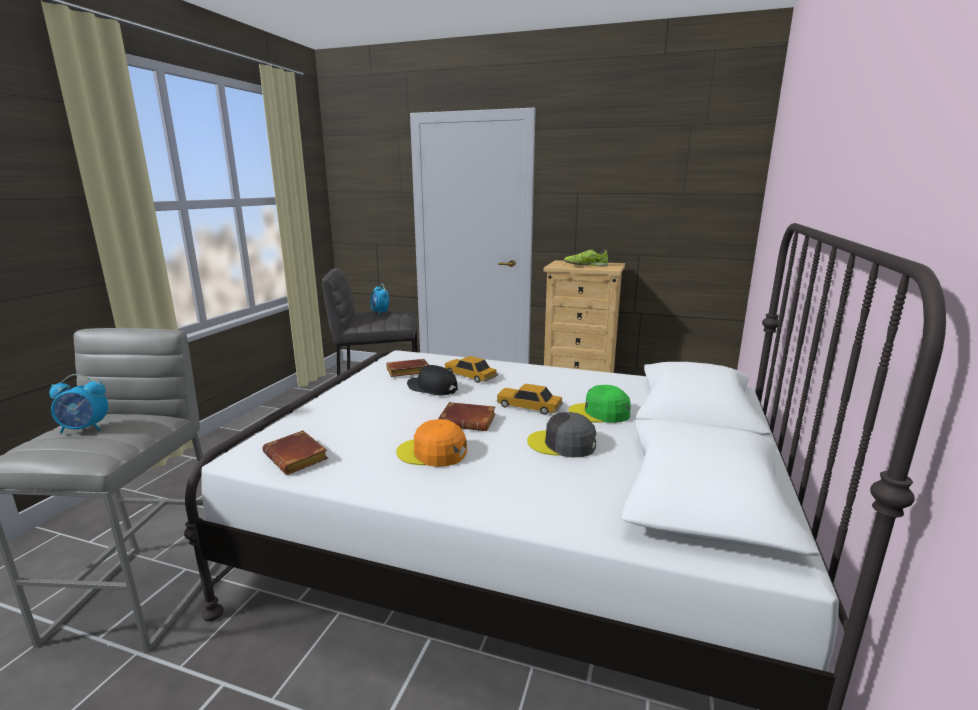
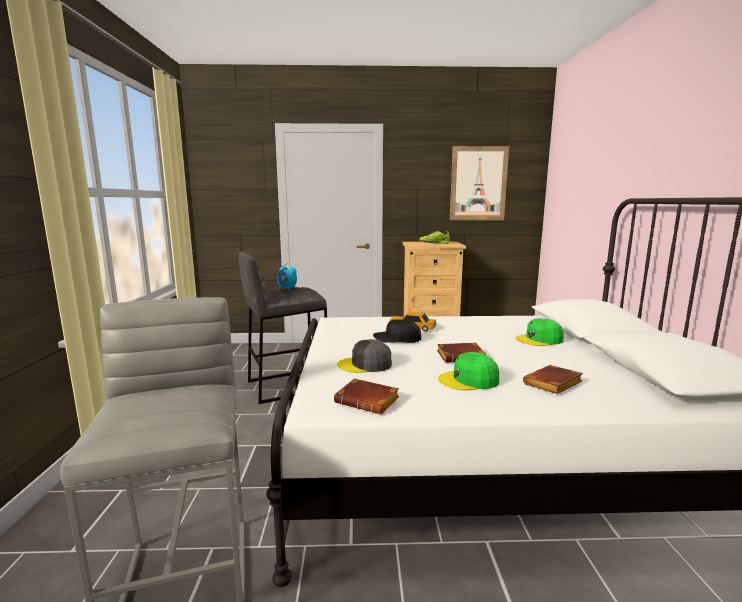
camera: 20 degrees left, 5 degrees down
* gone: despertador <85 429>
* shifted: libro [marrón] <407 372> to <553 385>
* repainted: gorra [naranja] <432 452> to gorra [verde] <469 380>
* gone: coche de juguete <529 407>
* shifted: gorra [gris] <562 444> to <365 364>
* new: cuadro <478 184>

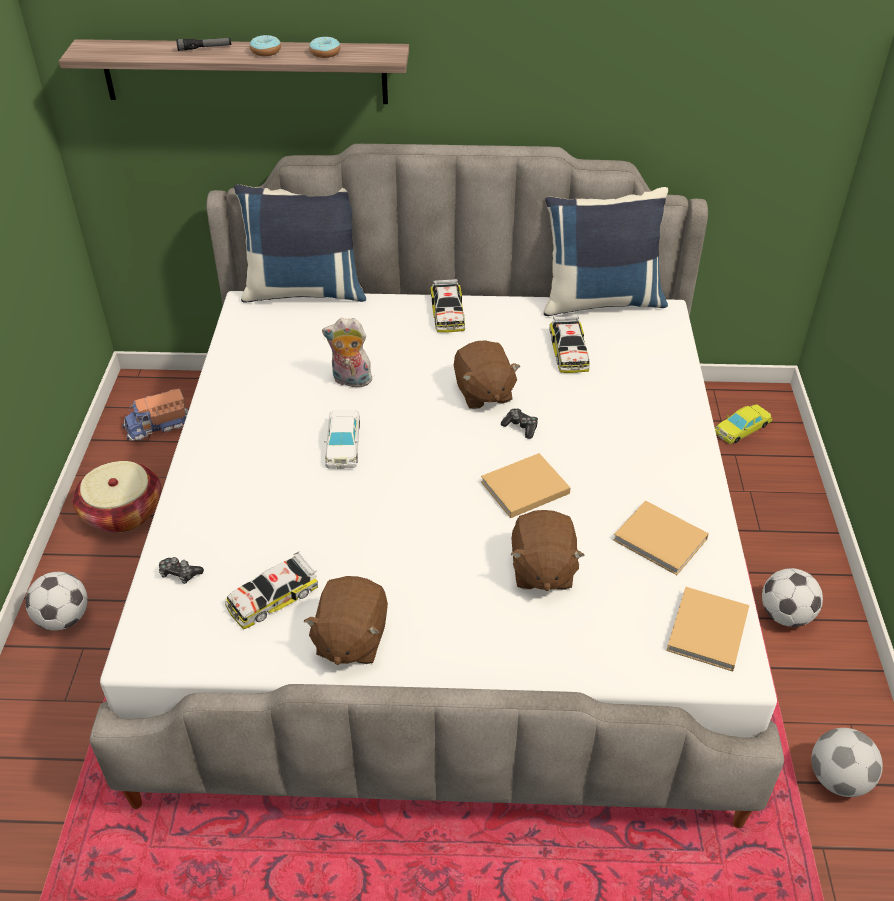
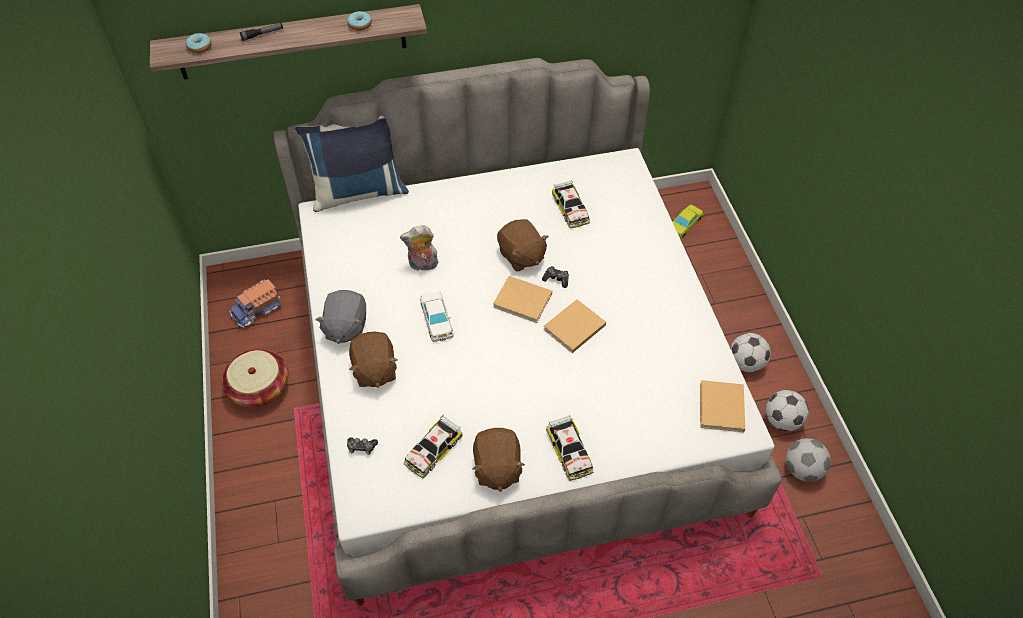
camera: 15 degrees left, 10 degrees up
* shifted: balón de fútbol <64 618> to <782 420>
* shifted: rosquilla <266 52> to <199 47>
* shifted: coche de juguete <448 313> to <569 451>
* shifted: peluche [marrón] <542 570> to <374 370>
* gone: cojín [azul] <601 300>
* shifted: libro [beis] <662 541> to <524 301>
* new: peluche [gris] <345 327>

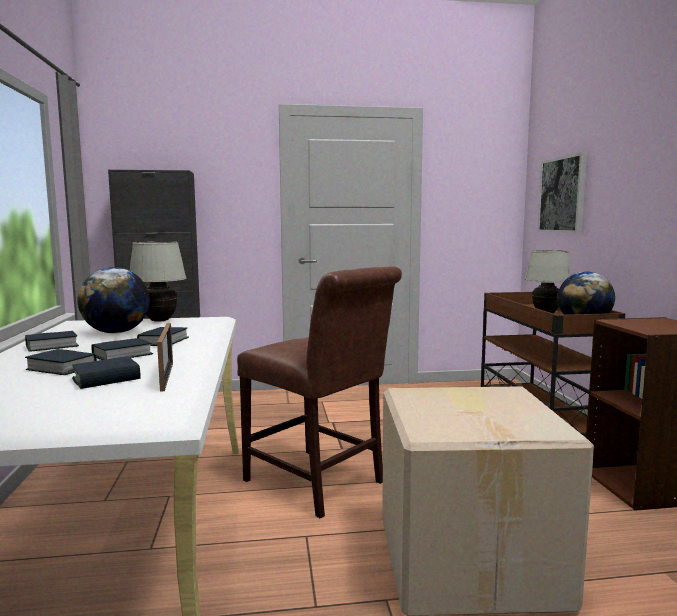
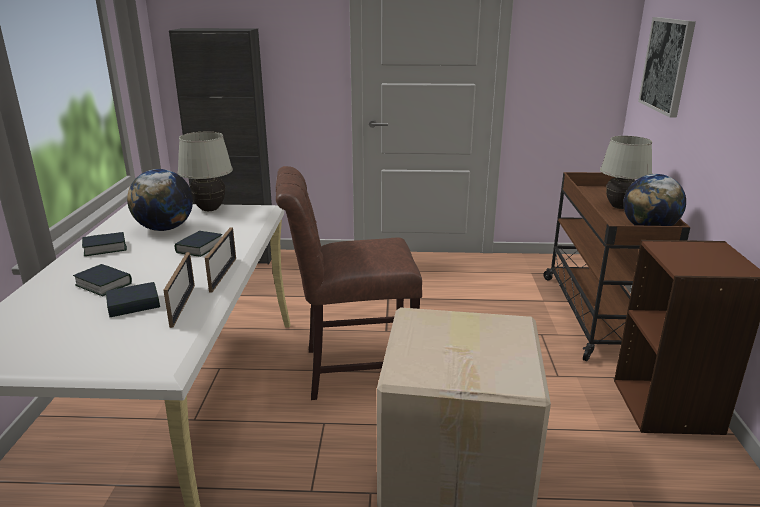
camera: 10 degrees right, 15 degrees up
* gone: libro <122 355>
* rotated: silla [marrón] <318 484> = <351 369> 120 degrees clockwise
* new: portarretratos <223 274>

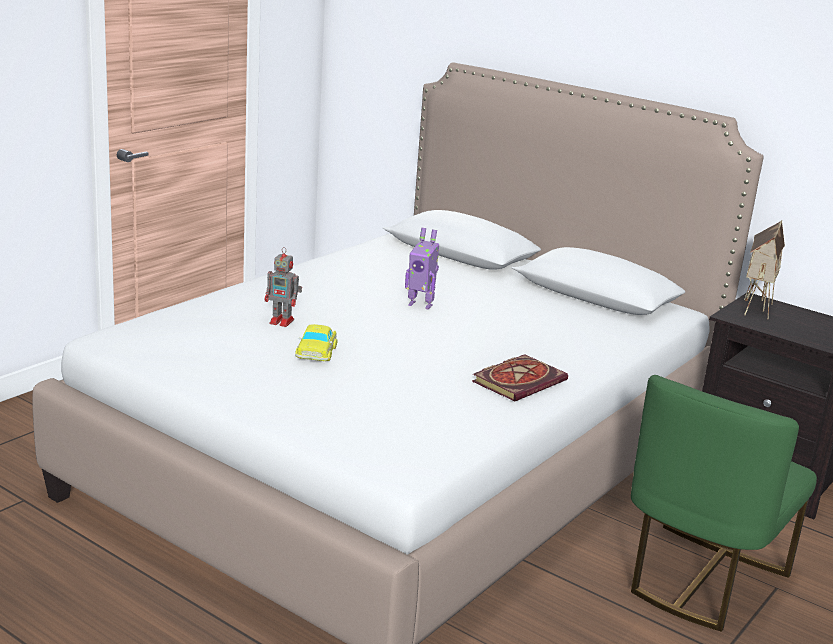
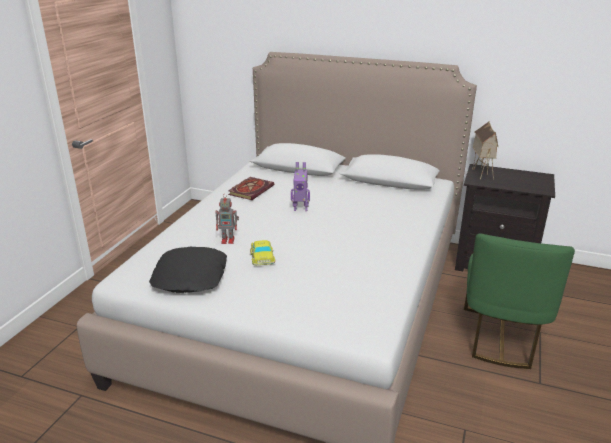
camera: 15 degrees left, 5 degrees up
* shifted: libro <519 380> to <251 190>
* new: cojín [negro] <191 277>

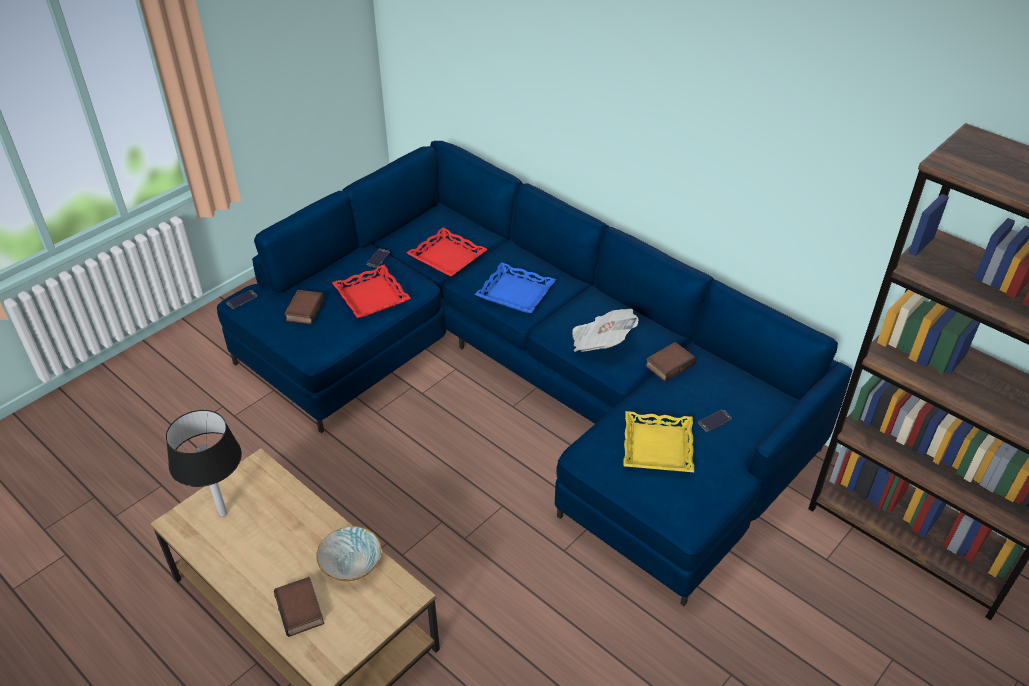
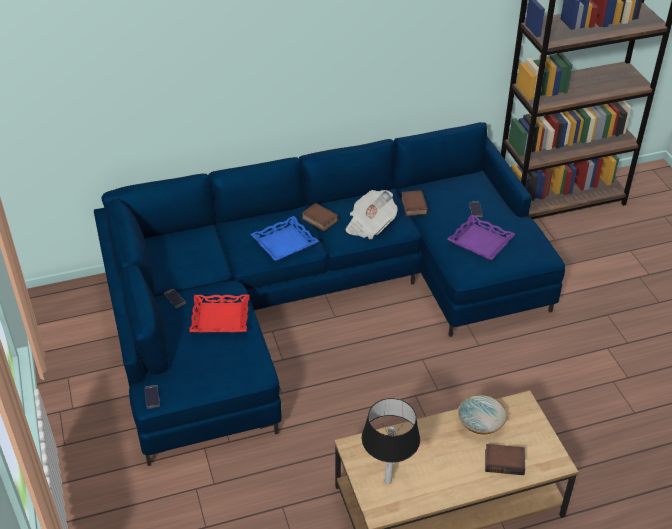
camera: 60 degrees left, 0 degrees up
* shifted: libro <304 310> to <319 220>
* gone: bandeja [rojo] <446 257>
* repainted: bandeja [amarillo] <657 447> to bandeja [morado] <480 242>

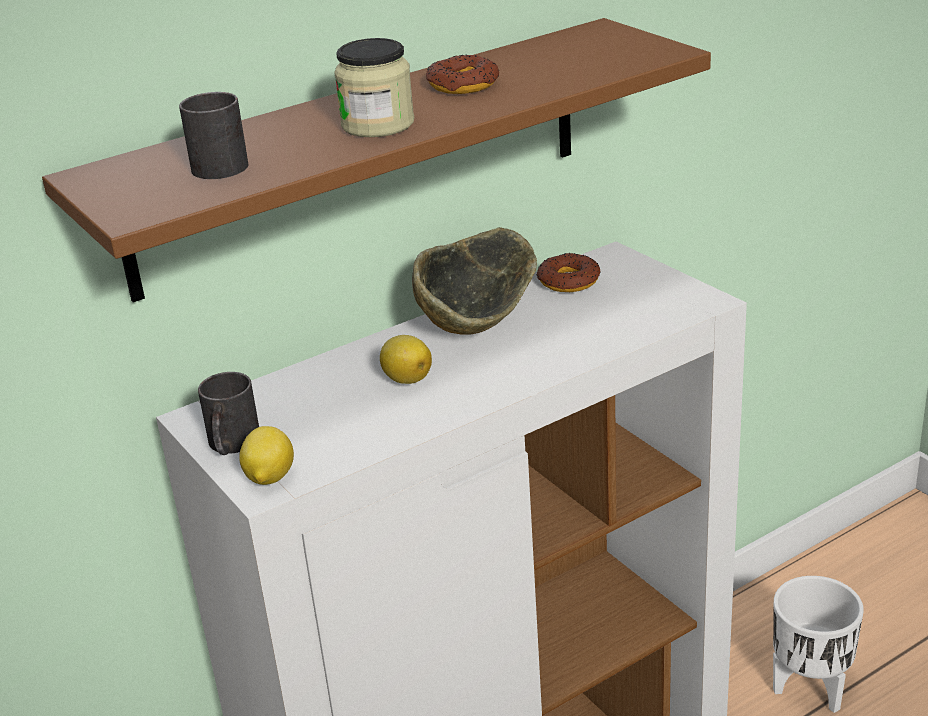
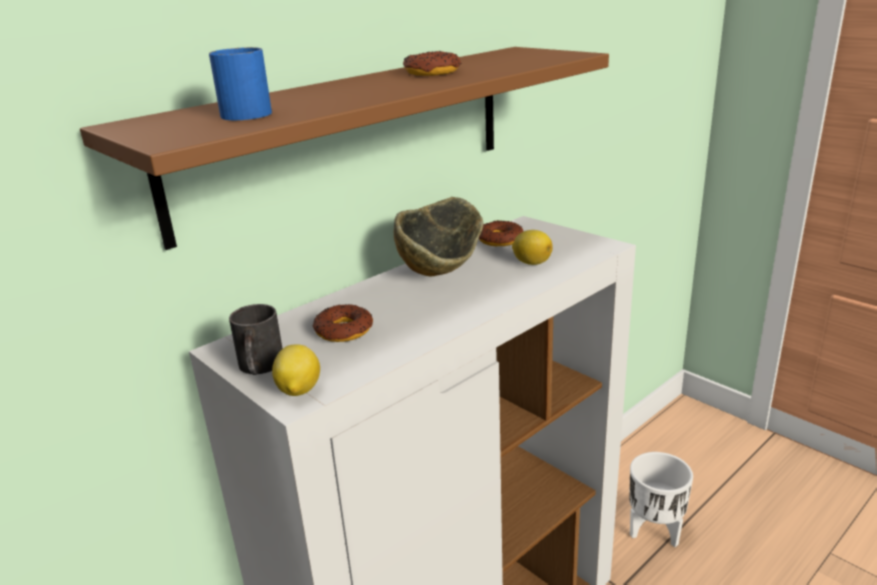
camera: 10 degrees left, 5 degrees down
* repainted: taza grande [negro] <218 163> to taza grande [azul] <243 112>
* gone: tarro <378 124>
* shifted: limón <406 378> to <531 262>
* new: rosquilla <343 330>

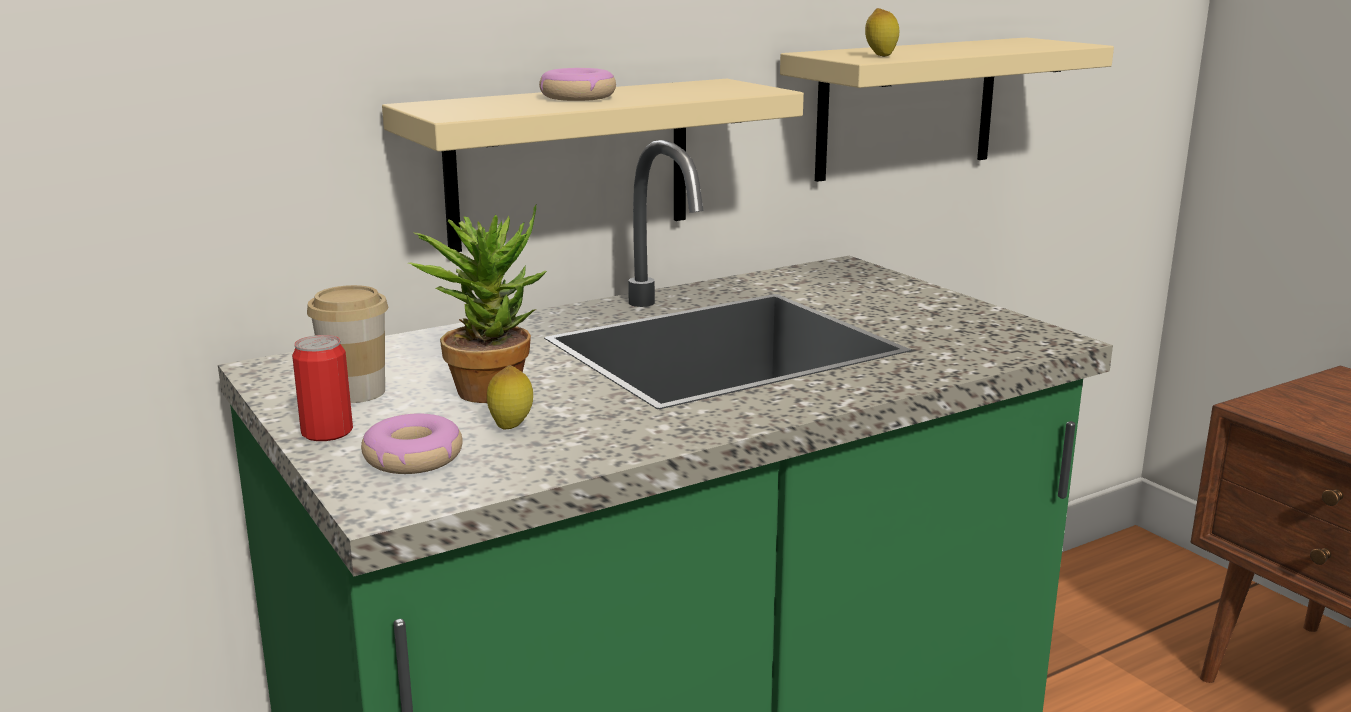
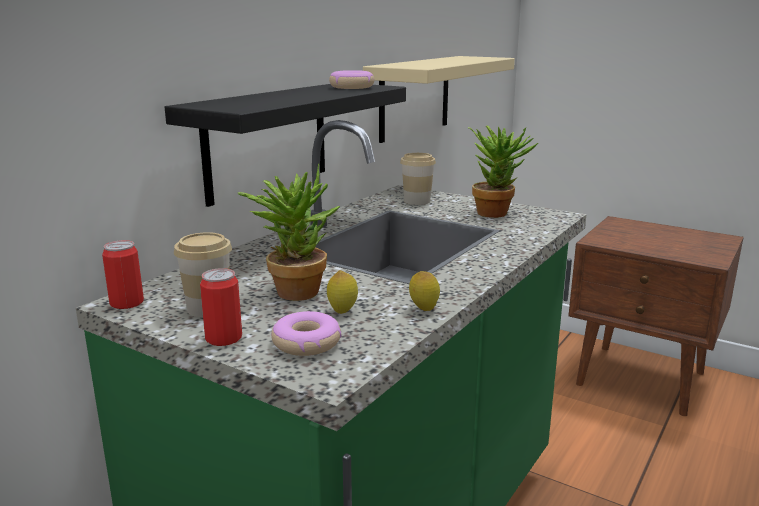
camera: 25 degrees left, 0 degrees up
* repainted: estante [beis] <570 163> to estante [negro] <267 140>
* shifted: rosquilla <578 97> to <352 87>
* shifted: limón <880 56> to <423 310>
* new: lata <127 303>
* new: taza <417 201>
* new: planta en maceta <497 212>

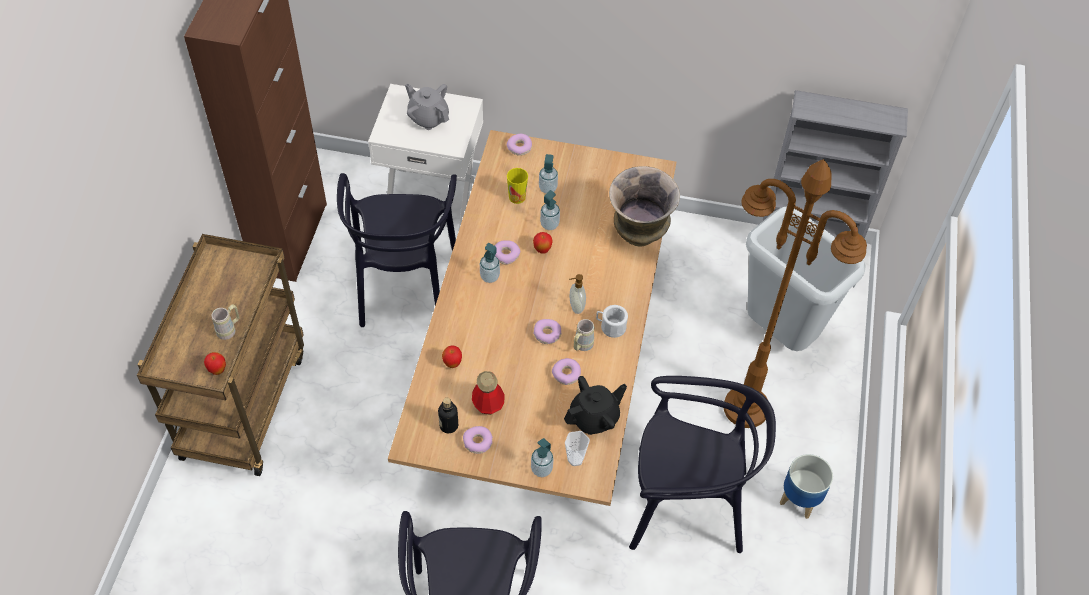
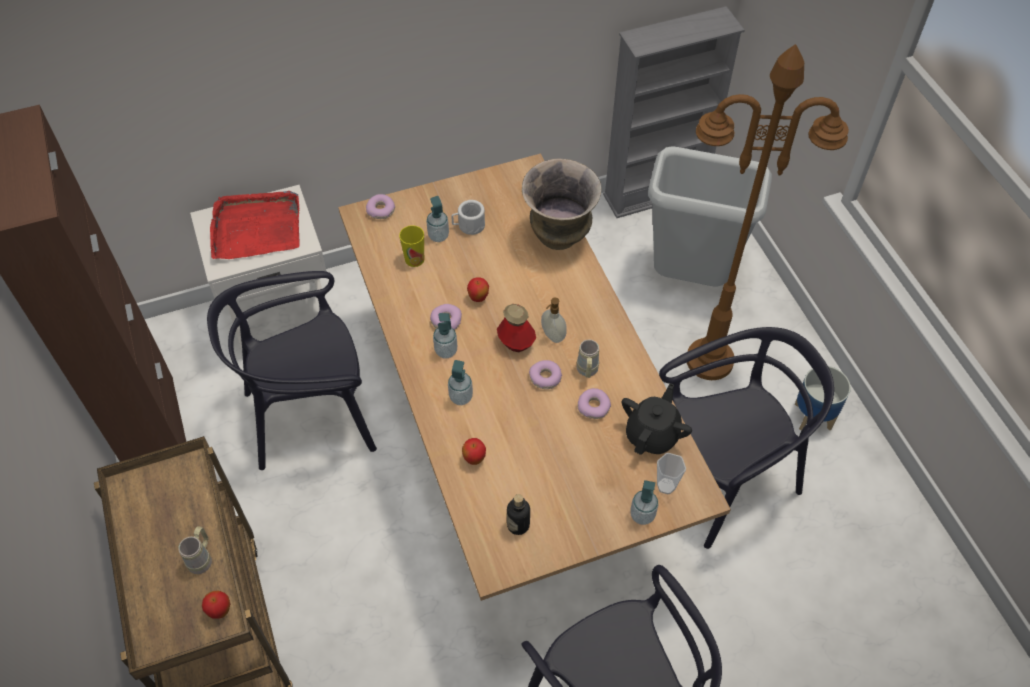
camera: 30 degrees left, 0 degrees up
* rotated: silla [negro] <404 285> = <311 415> 105 degrees clockwise
* swapped: tetera [gris] <428 118> to bandeja [rojo] <256 228>
* gone: rosquilla <478 442>
* shifted: botella <488 404> to <516 342>
* shifted: dispensador de jabón <549 224> to <461 397>
* shifted: taza grande [blanco] <610 326> to <468 226>

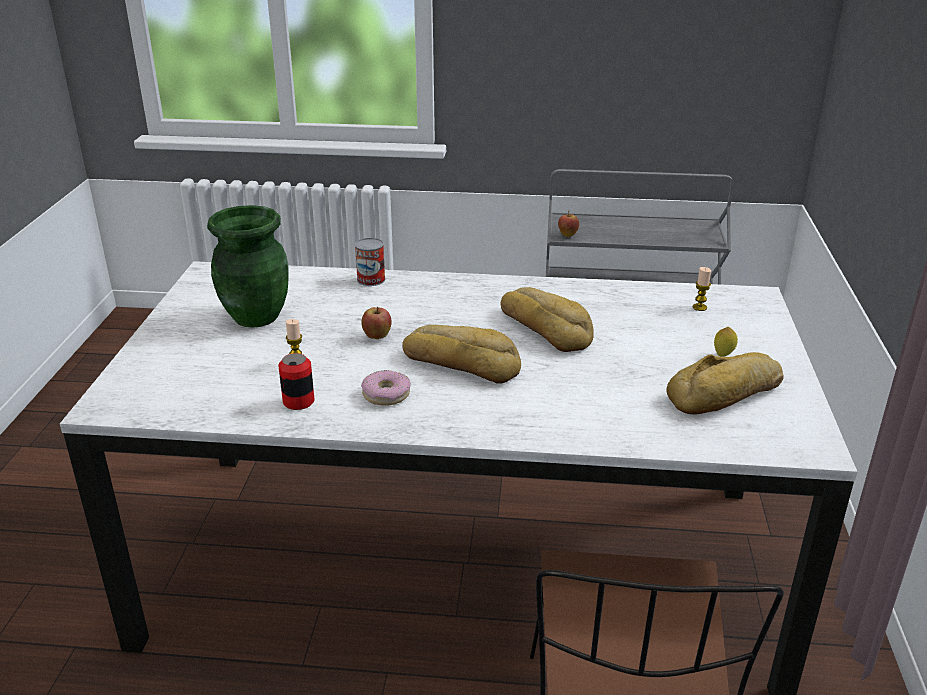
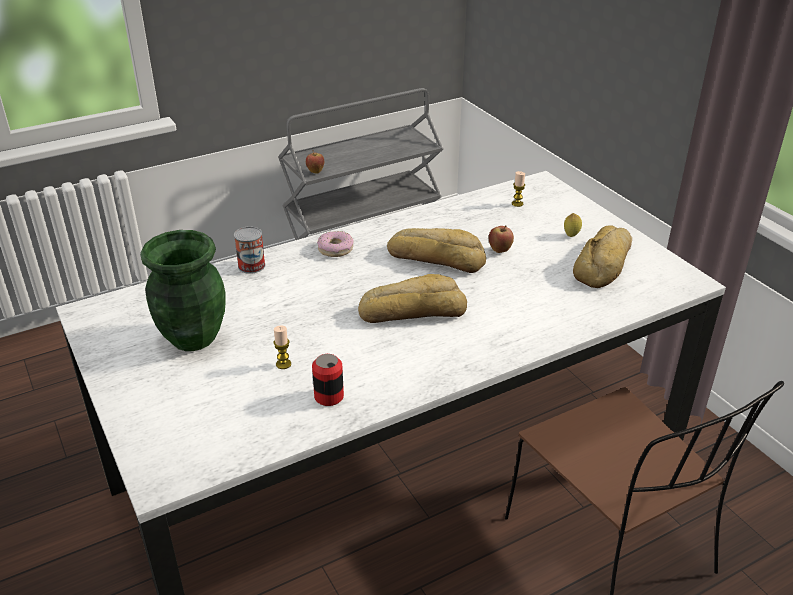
camera: 35 degrees left, 5 degrees up
* shifted: manzana <377 337> to <500 251>
* shifted: rosquilla <386 394> to <335 249>

